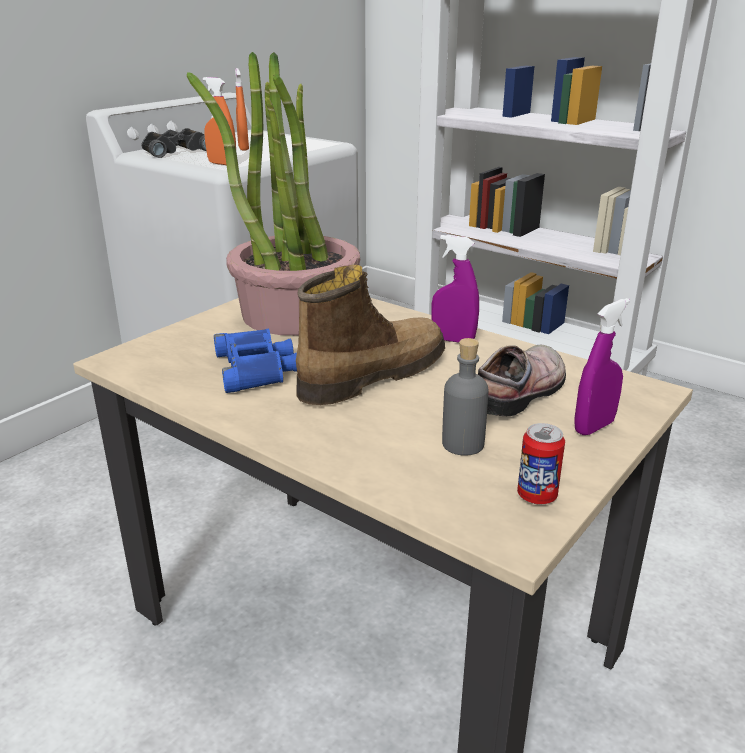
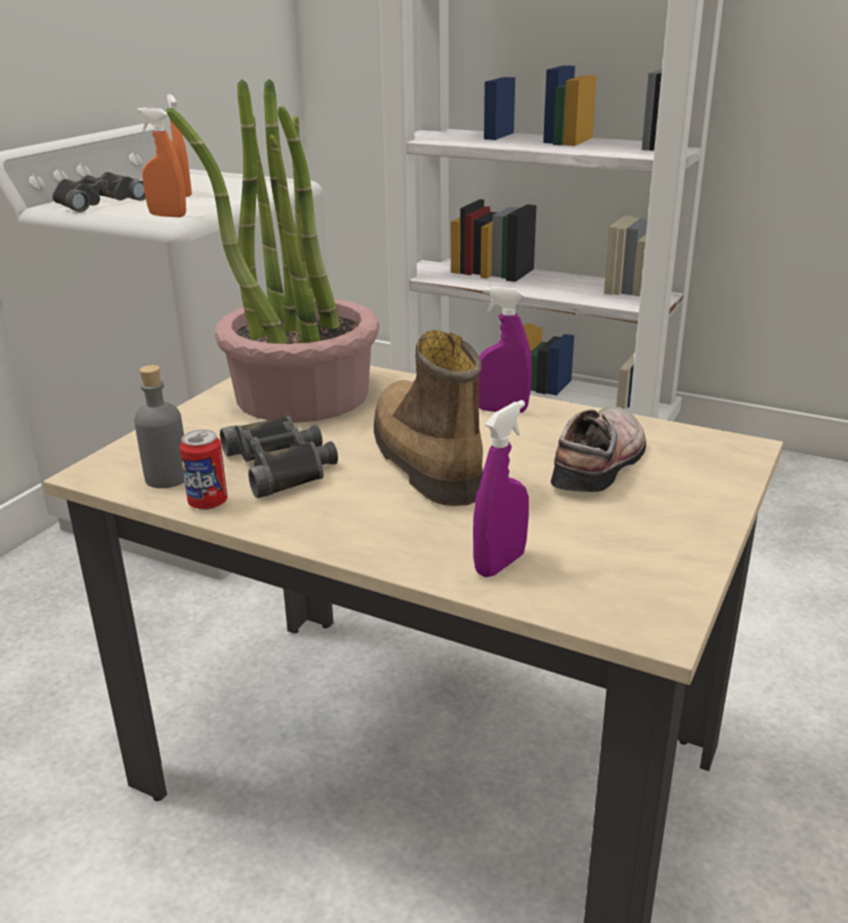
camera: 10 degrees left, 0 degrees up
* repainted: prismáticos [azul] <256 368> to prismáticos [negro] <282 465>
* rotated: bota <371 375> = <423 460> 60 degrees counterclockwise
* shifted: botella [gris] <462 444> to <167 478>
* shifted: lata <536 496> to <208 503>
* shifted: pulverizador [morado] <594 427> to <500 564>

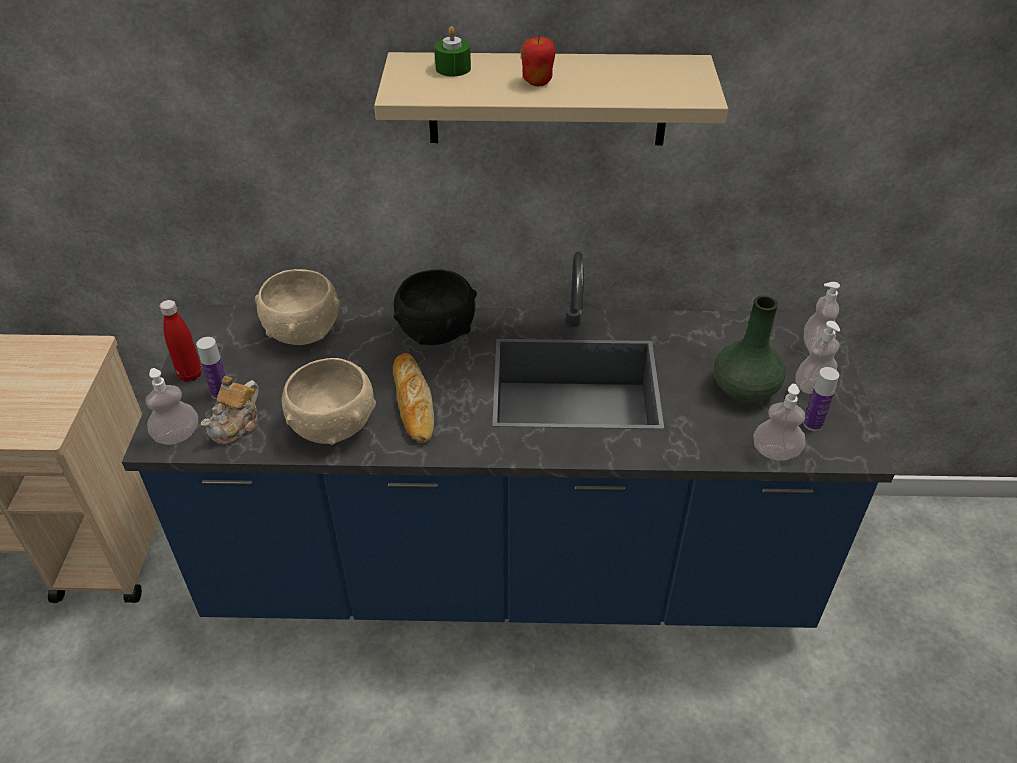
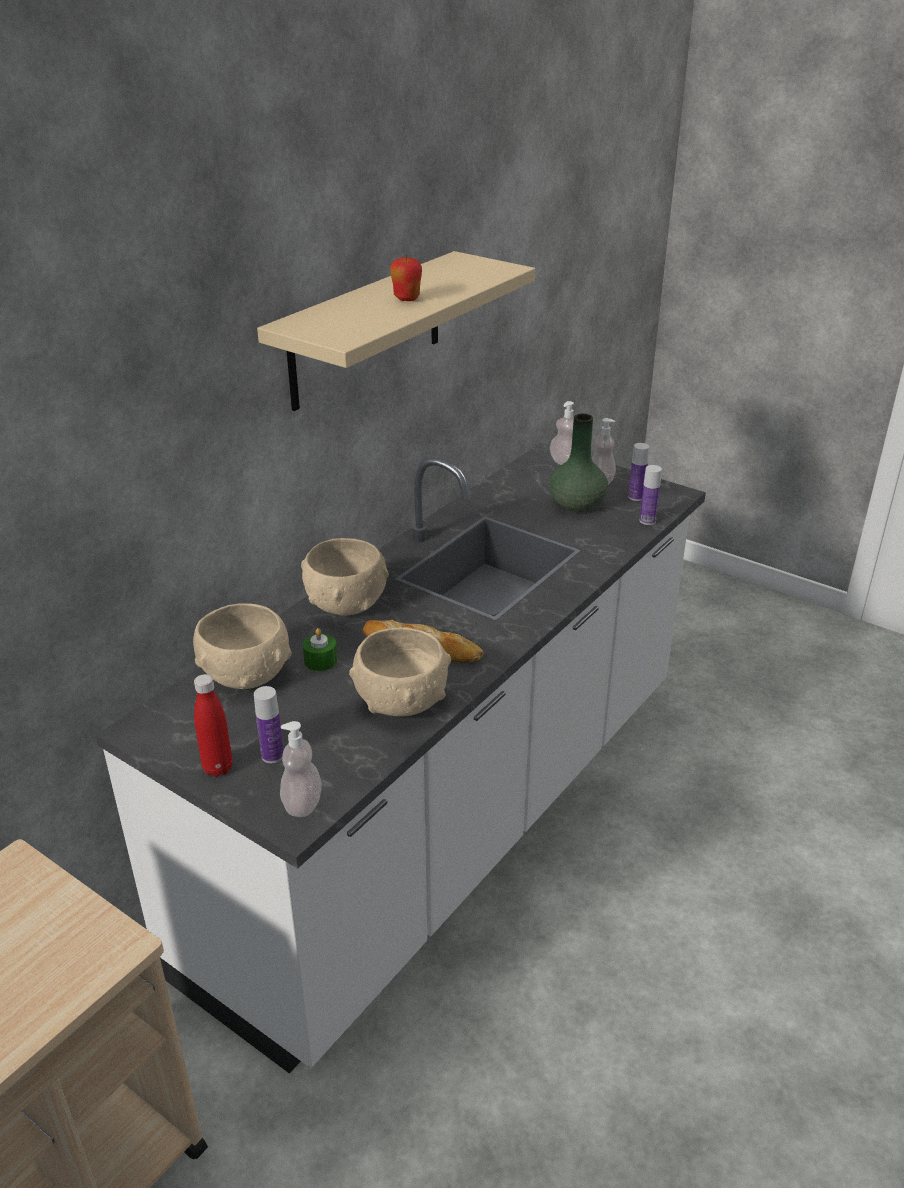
camera: 55 degrees left, 10 degrees down
* repainted: mueble bajo de cocina [azul] <508 569> to mueble bajo de cocina [blanco] <451 821>
* gone: tetera <237 426>
* repainted: cuenco [negro] <436 331> to cuenco [beis] <346 603>
* shifted: vela [verde] <453 68> to <320 660>
* swapped: dispensador de jabón <775 452> to botella <647 521>

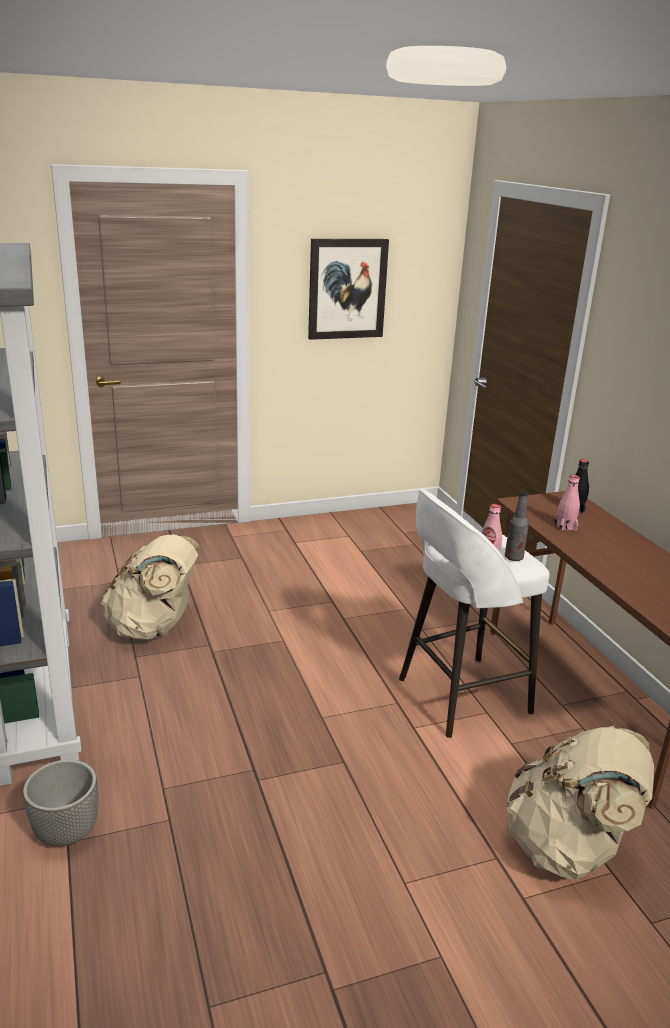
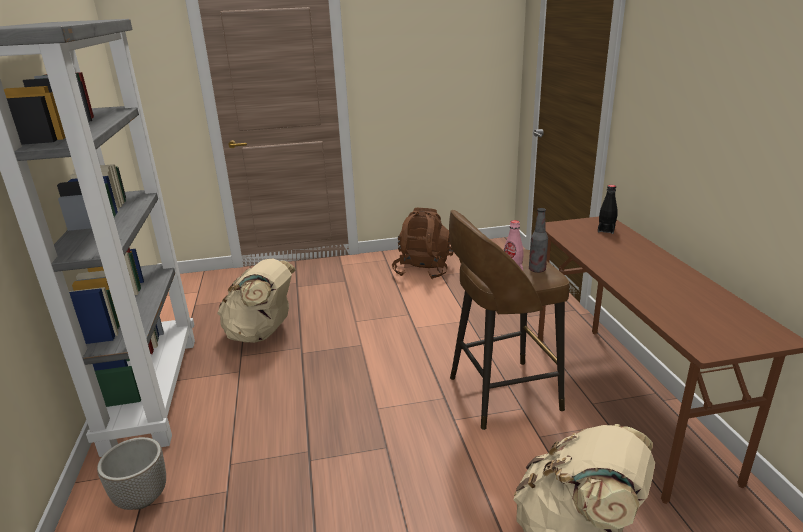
camera: 10 degrees right, 0 degrees up
* gone: cuadro <347 289>
* repainted: taburete [blanco] <460 696> to taburete [marrón] <500 394>
* gone: botella [rosa] <565 526>
* new: mochila [marrón] <423 270>

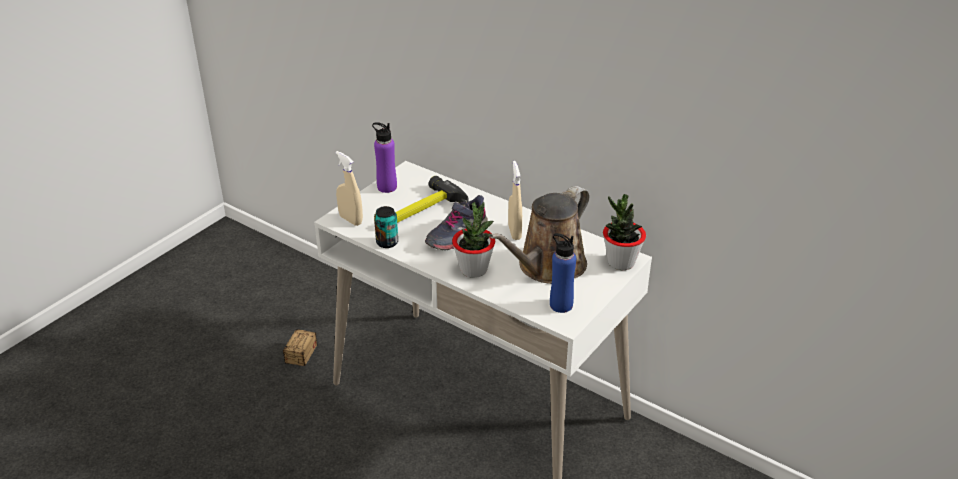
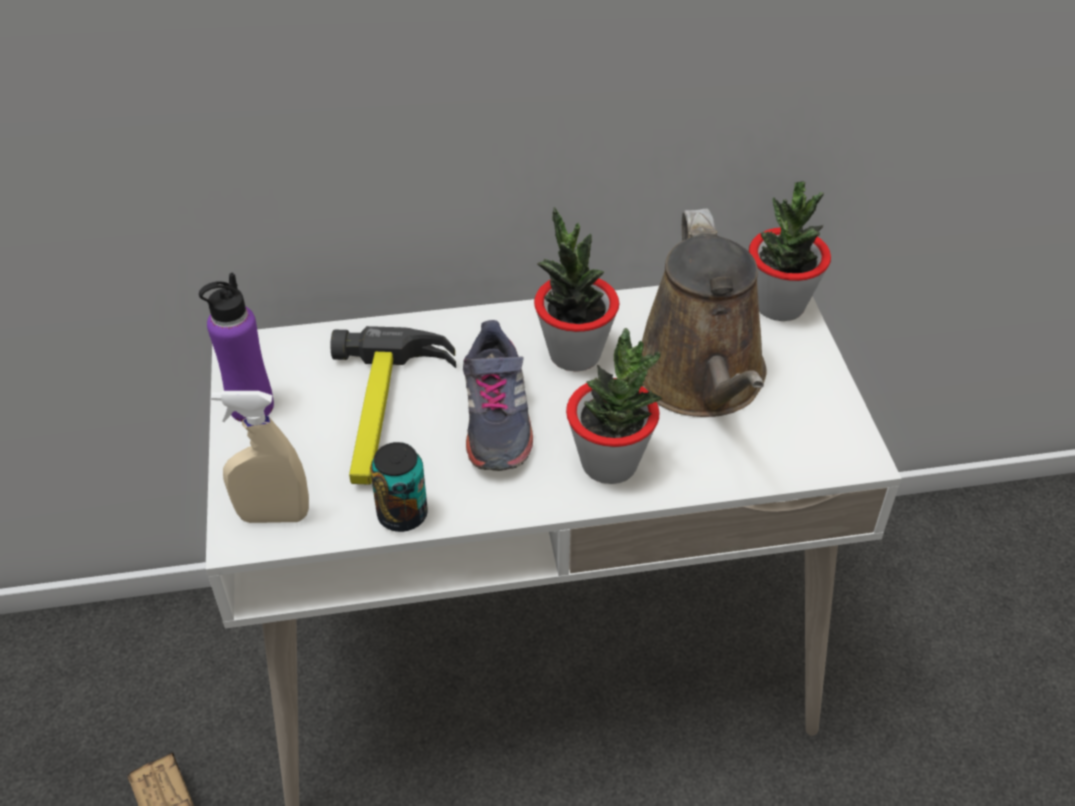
camera: 45 degrees left, 10 degrees up
* swapped: pulverizador [beis] <514 232> to planta en maceta <574 354>
* gone: botella [azul] <561 305>

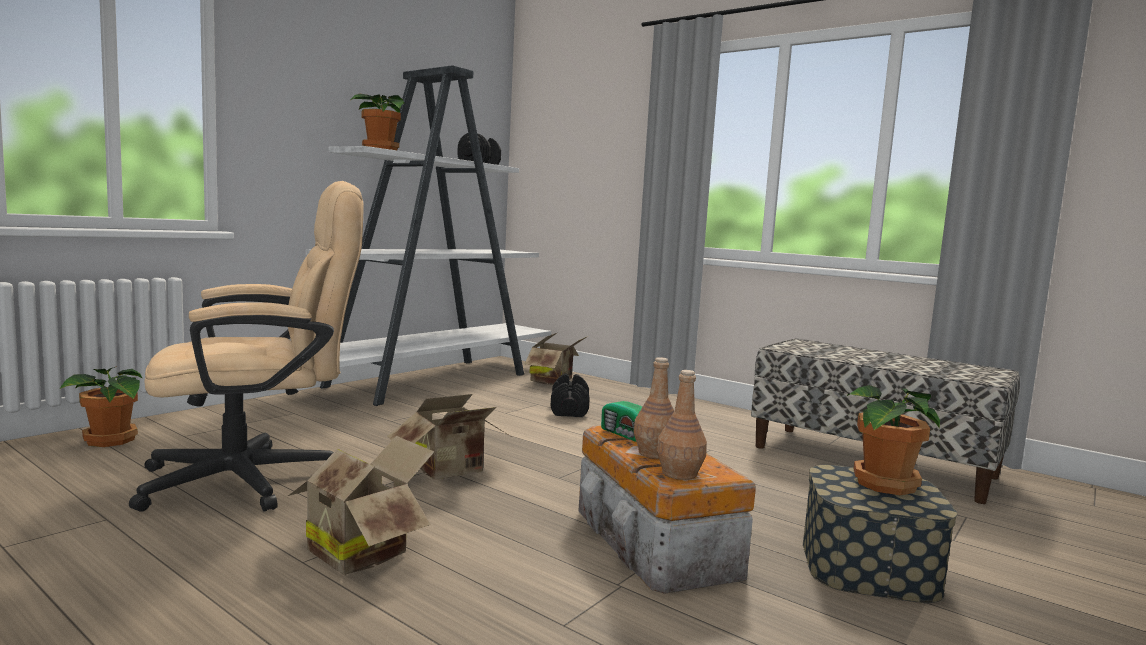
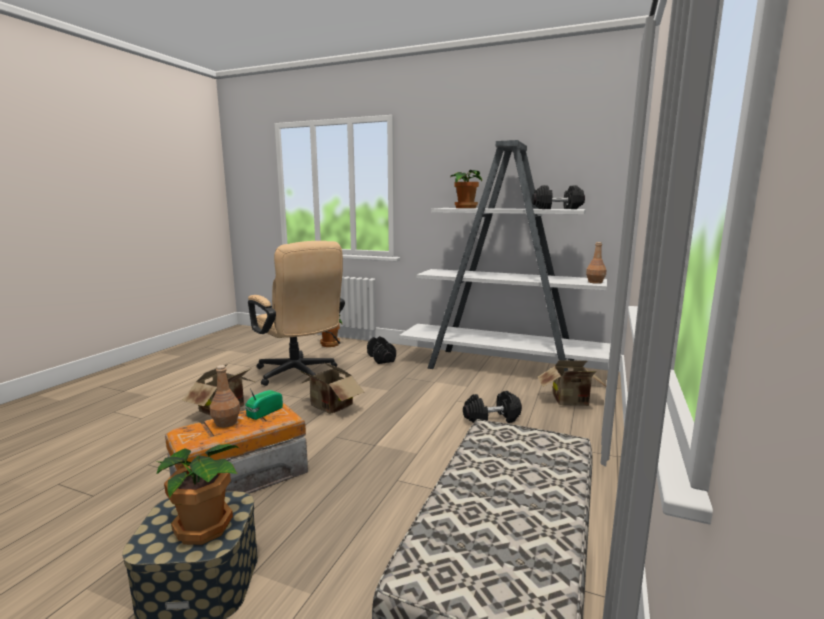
camera: 75 degrees right, 5 degrees up
* shifted: botella [marrón] <679 473> to <595 282>
* new: mancuerna [negro] <381 358>

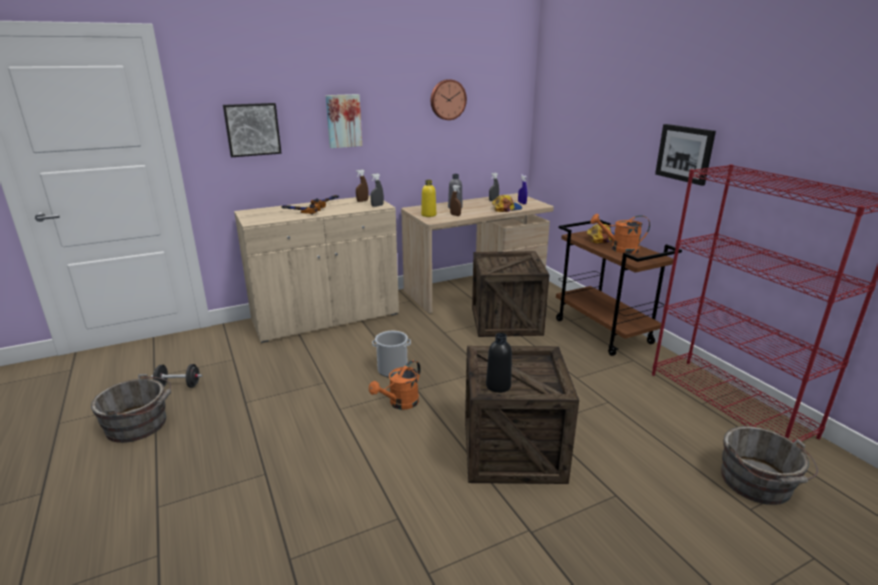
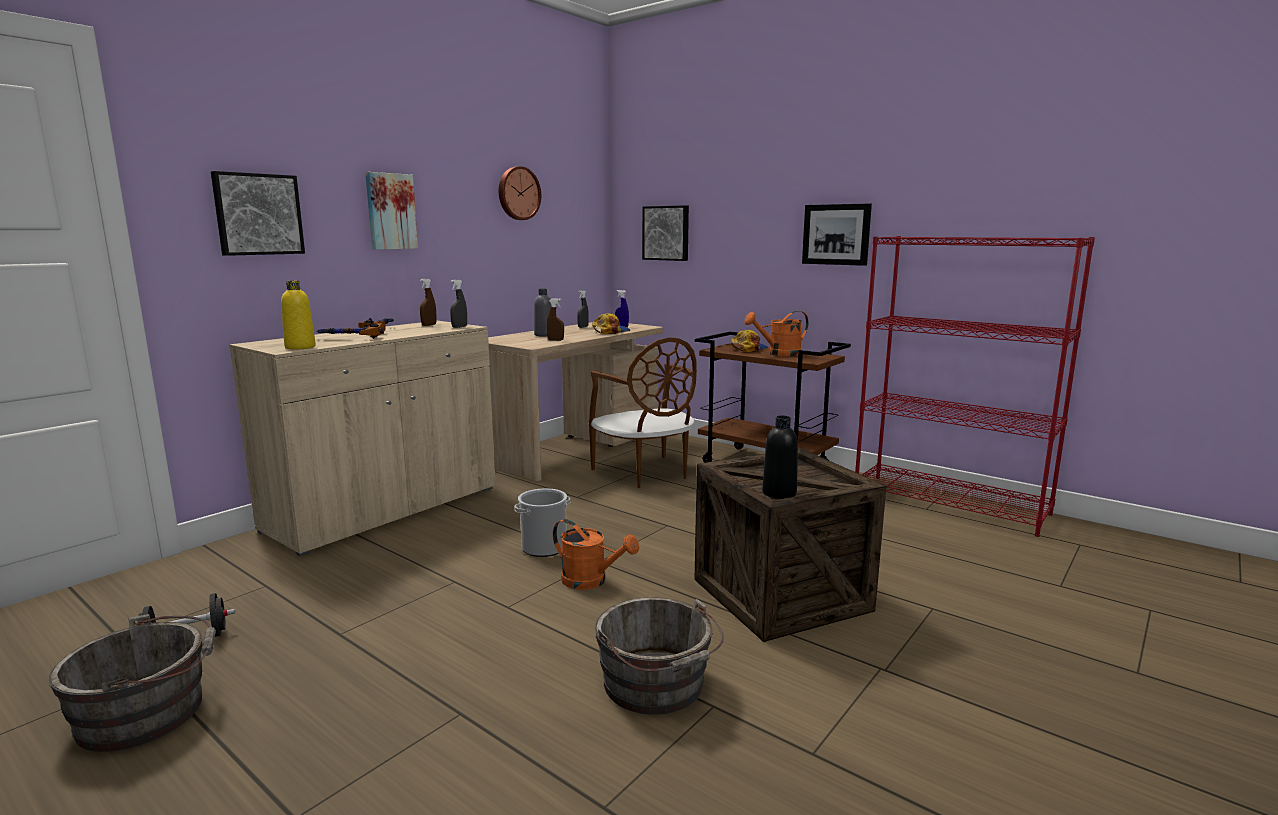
camera: 25 degrees left, 10 degrees down
* rotated: regadera [naranja] <400 403> = <591 581> 75 degrees counterclockwise
* shifted: botella [amarillo] <428 215> to <300 347>
* swapped: caja de embalaje <506 321> to silla [marrón] <645 473>
* shifted: cubo [gris] <758 484> to <657 686>
* new: cuadro <666 233>

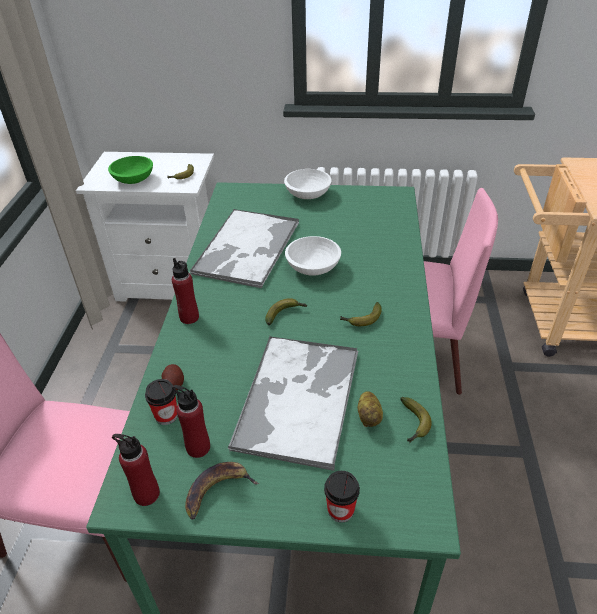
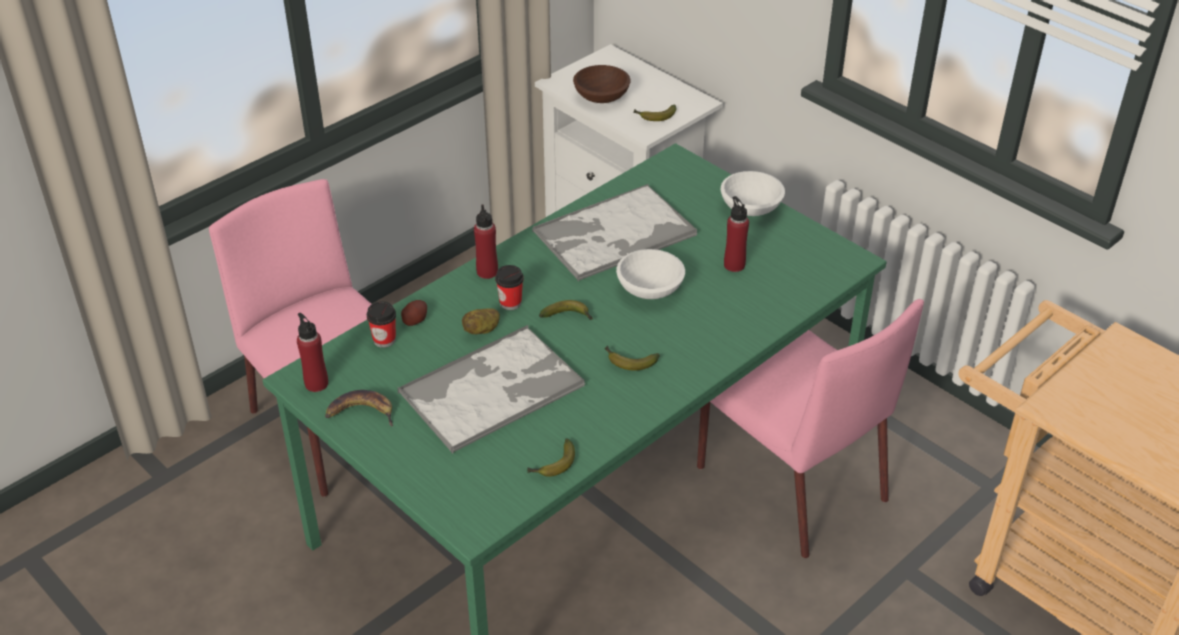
camera: 40 degrees right, 0 degrees up
* repainted: cuenco [verde] <134 180> to cuenco [marrón] <602 97>
* shifted: botella [rojo] <198 447> to <734 265>
* shifted: taza <340 510> to <510 303>
* shifted: patata <369 416> to <482 330>

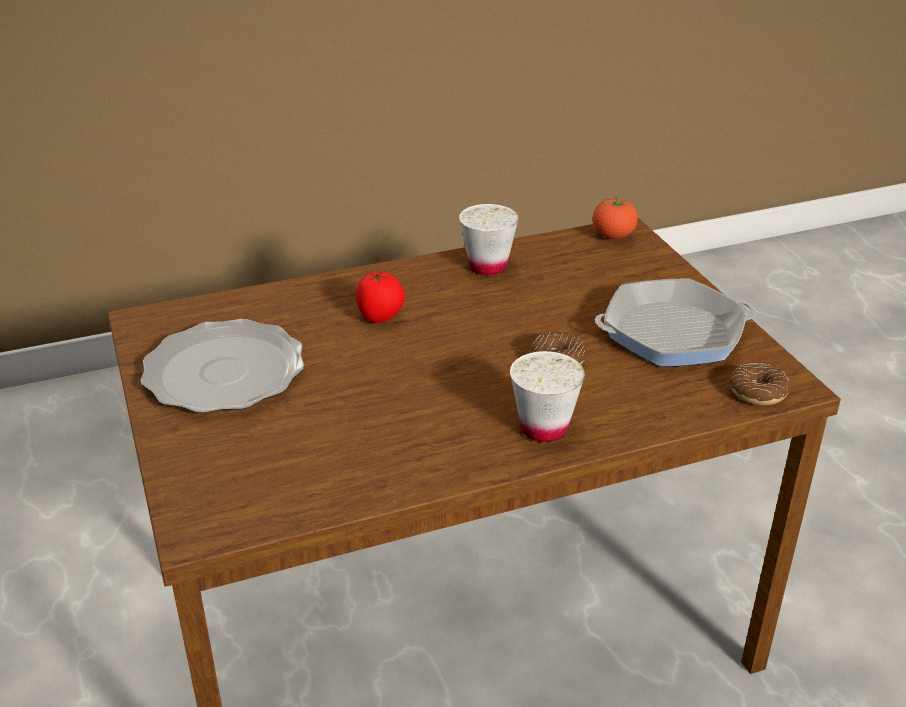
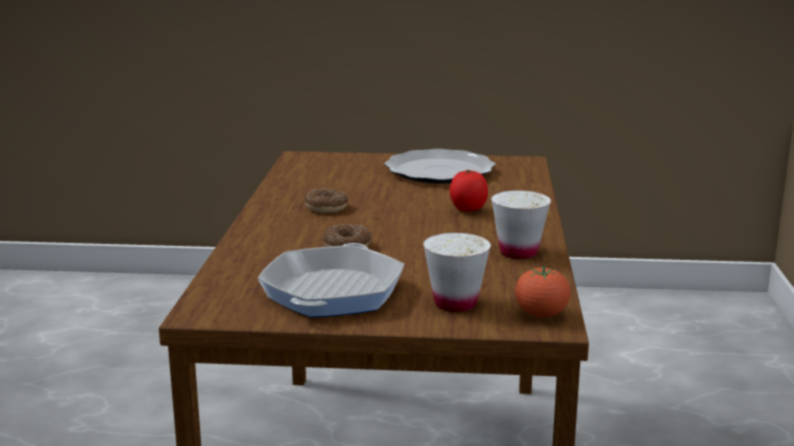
camera: 115 degrees right, 15 degrees down
* shifted: taza [blanco] <543 429> to <455 303>
* shifted: rosquilla <758 392> to <326 208>

